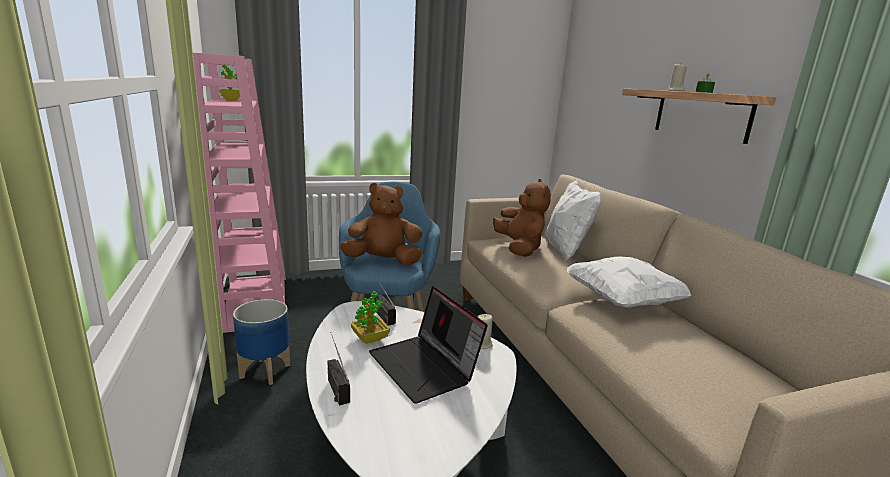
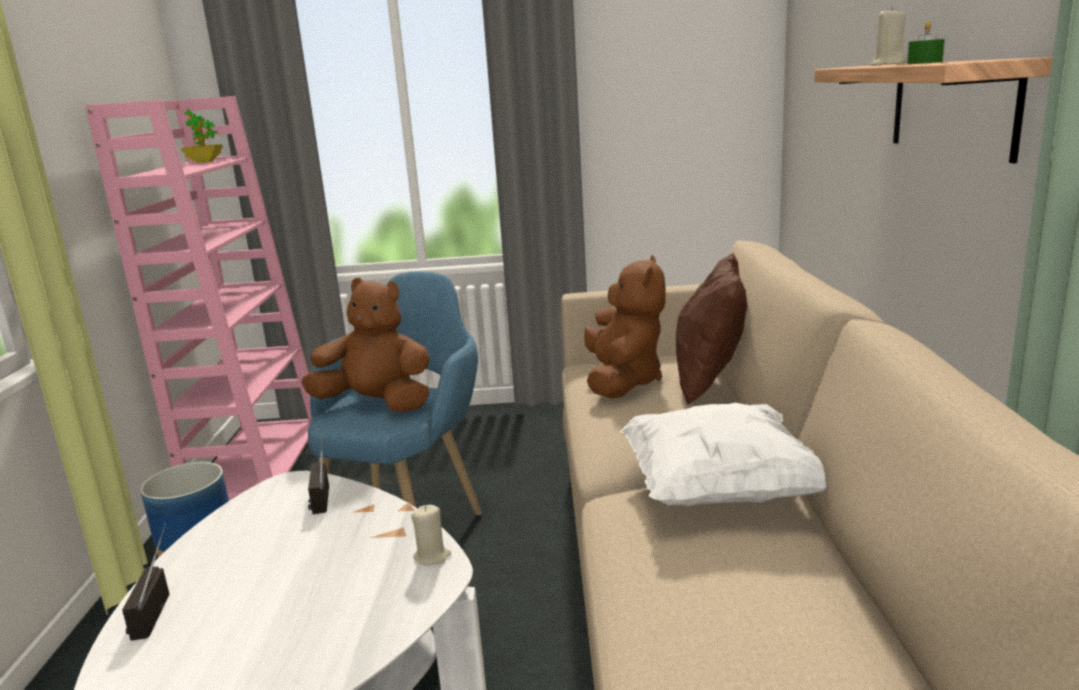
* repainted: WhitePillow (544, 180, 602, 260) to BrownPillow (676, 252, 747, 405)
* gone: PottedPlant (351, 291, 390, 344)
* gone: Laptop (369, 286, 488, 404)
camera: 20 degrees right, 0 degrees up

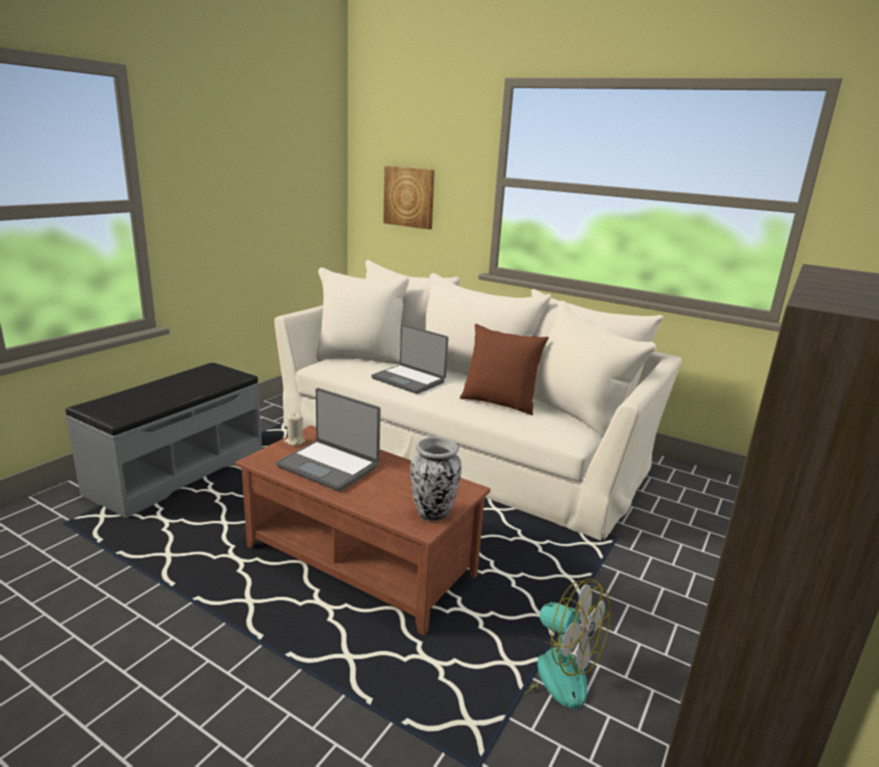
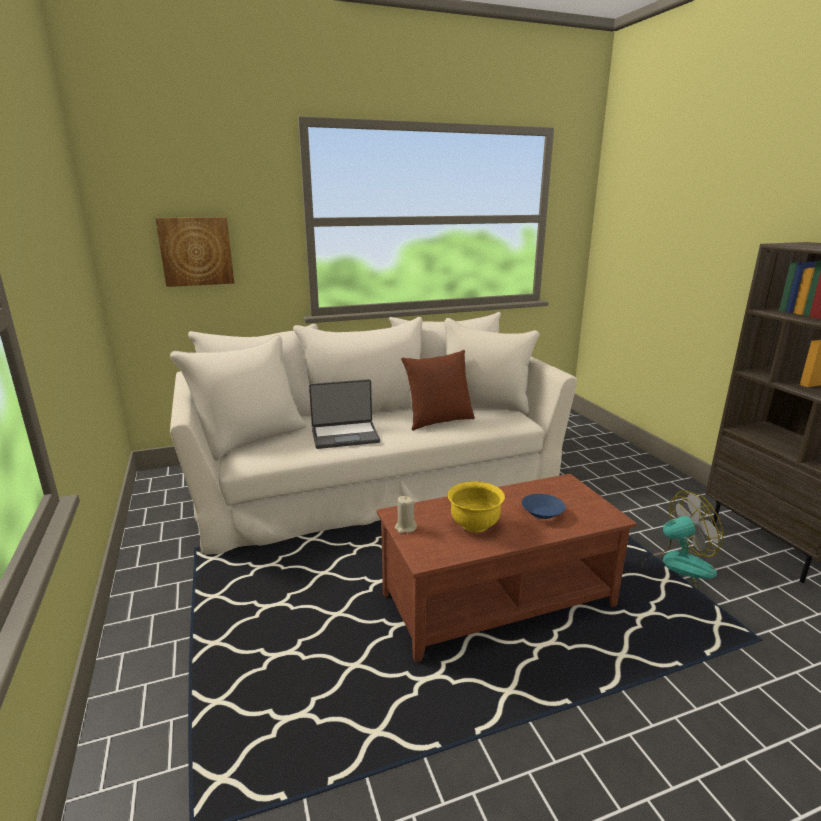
* swapped: Laptop (276, 388, 381, 492) to YellowBowl (448, 481, 505, 533)
* new: BlueBowl (522, 494, 566, 519)
* gone: GreyBench (65, 362, 262, 518)
* gone: Vase (410, 437, 462, 521)
camera: 50 degrees left, 0 degrees up

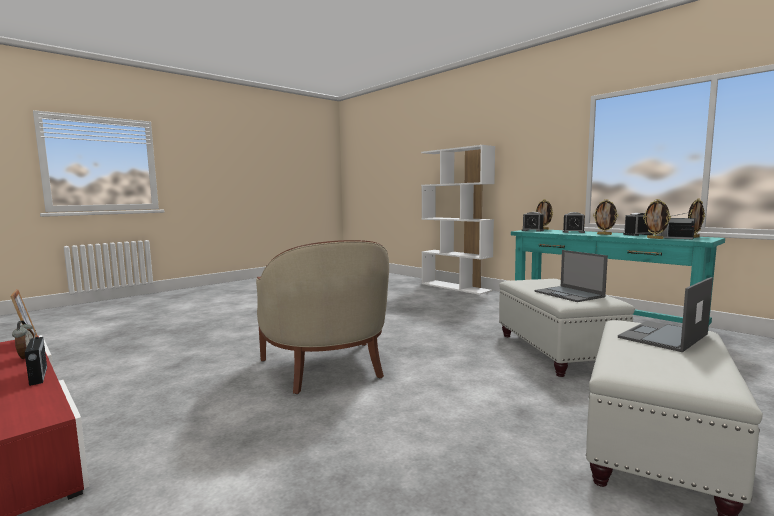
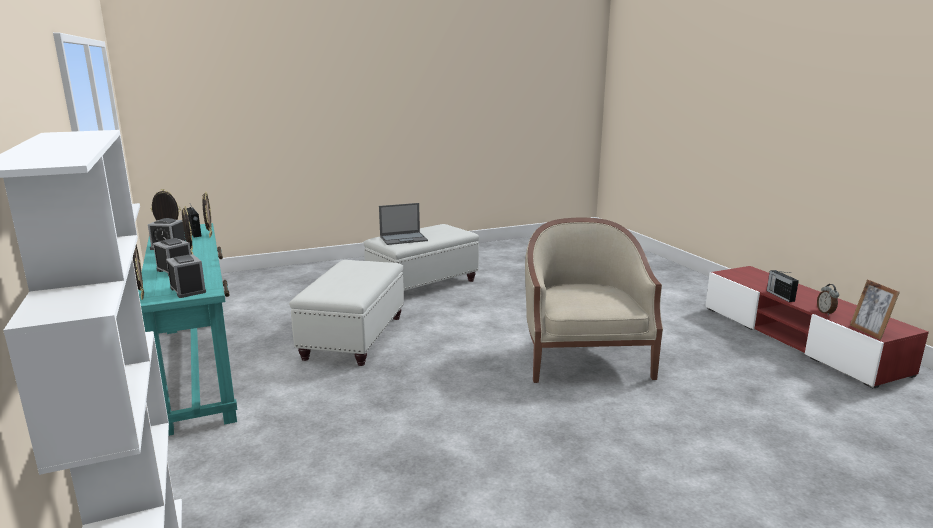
* gone: Laptop (535, 250, 608, 302)
camera: 160 degrees left, 10 degrees up

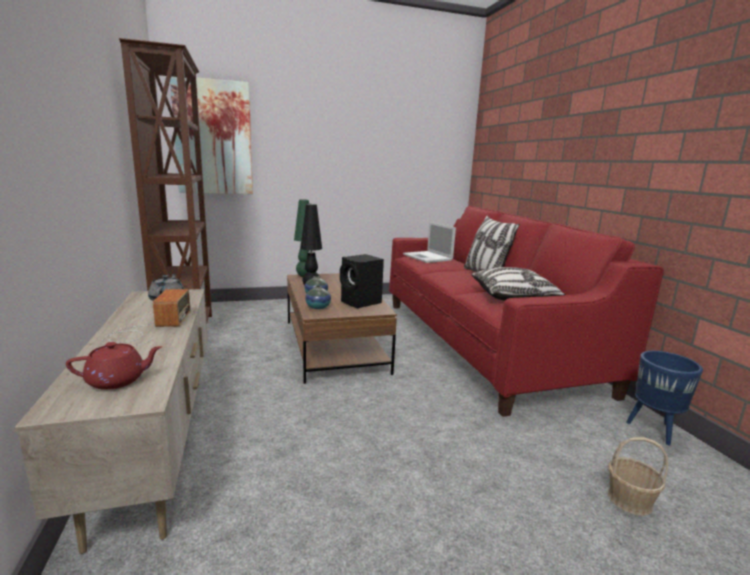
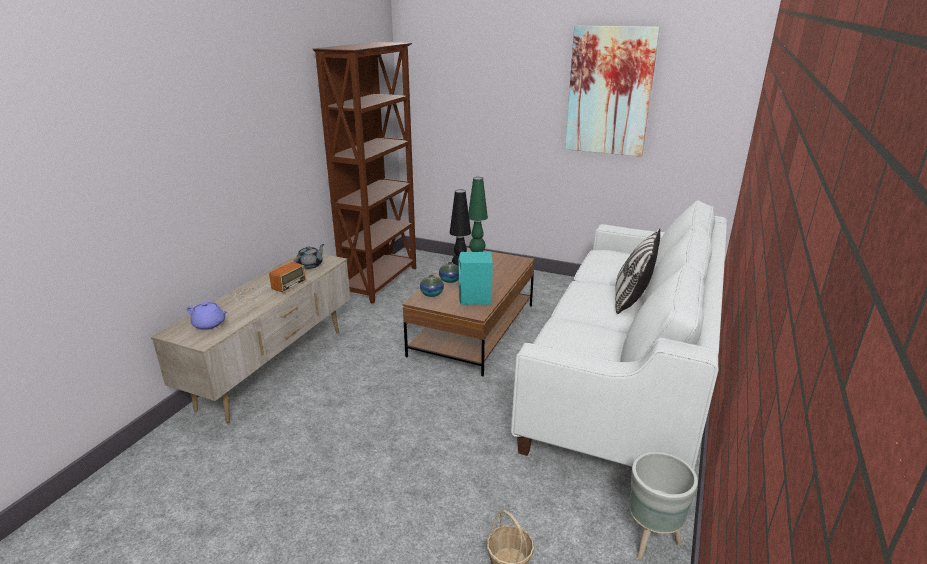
* repainted: RedTeapot (66, 342, 162, 390) to PurpleTeapot (187, 302, 228, 330)
* repainted: BlackSpeaker (340, 254, 384, 308) to TurquoiseSpeaker (459, 252, 493, 305)
* repainted: RedSofa (389, 206, 664, 417) to WhiteSofa (511, 200, 728, 470)
* shifted: Picture (170, 76, 253, 194) to (565, 25, 660, 157)
* repainted: BluePlanter (626, 351, 703, 445) to GreyPlanter (629, 452, 698, 559)
* gone: Laptop (403, 222, 456, 263)
* gone: Pillow (472, 267, 566, 300)
camera: 40 degrees right, 10 degrees up

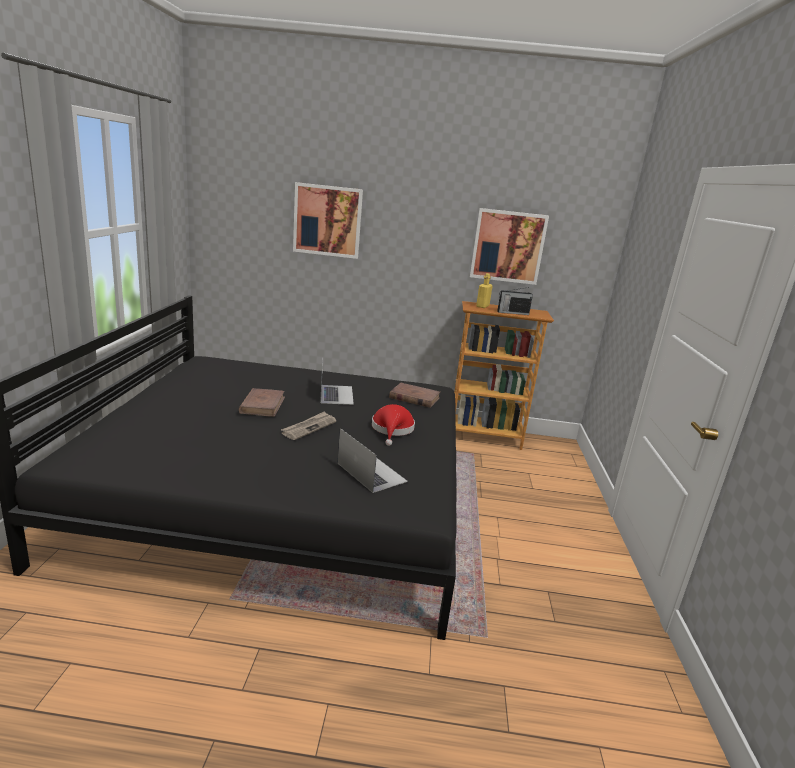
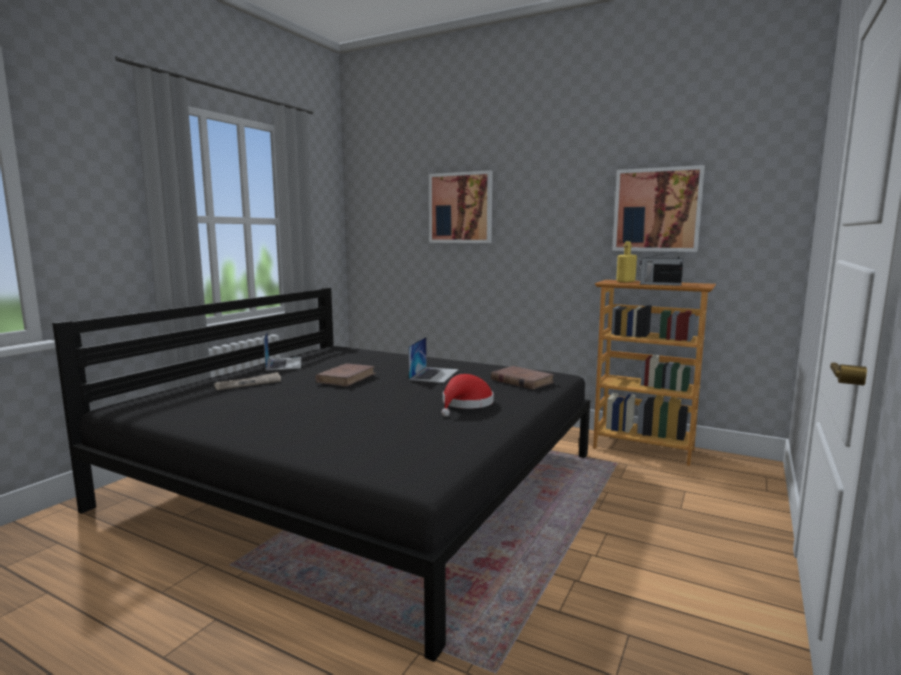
* shifted: Newspaper (281, 411, 336, 440) to (214, 372, 281, 390)
* shifted: Laptop (338, 428, 408, 493) to (264, 331, 301, 371)
camera: 25 degrees right, 10 degrees down

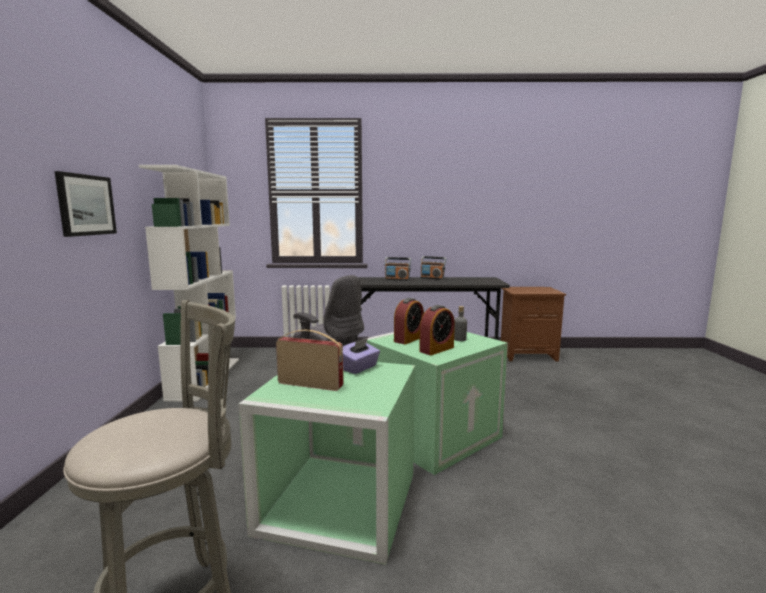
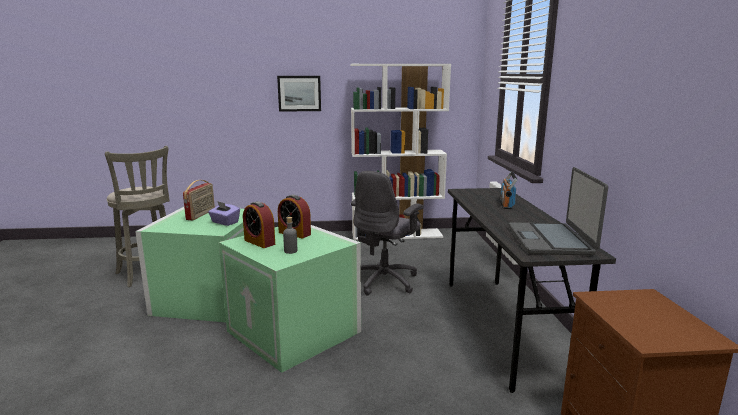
* new: Laptop (508, 167, 608, 256)
* gone: Radio (420, 256, 446, 280)
camera: 85 degrees right, 5 degrees up

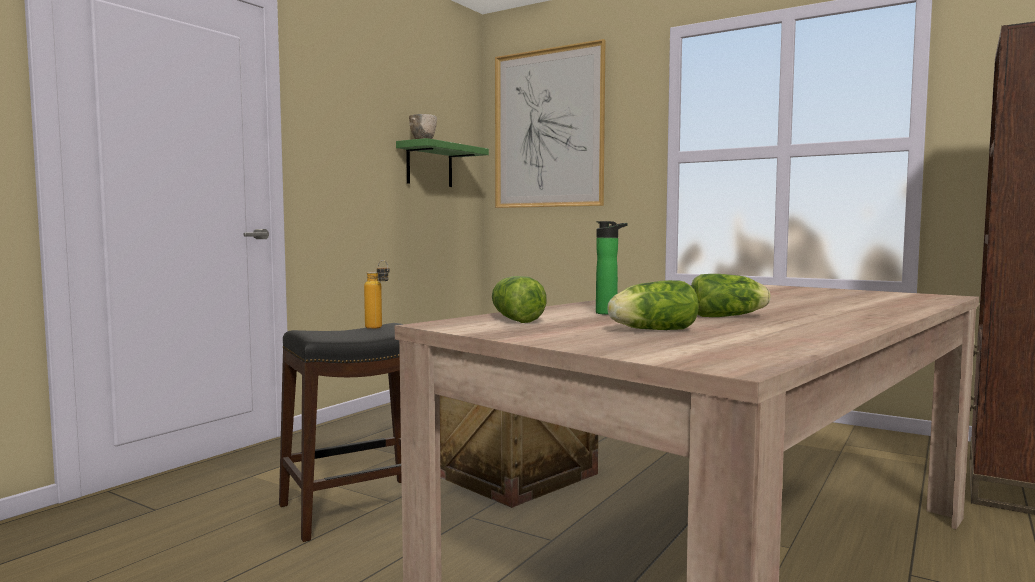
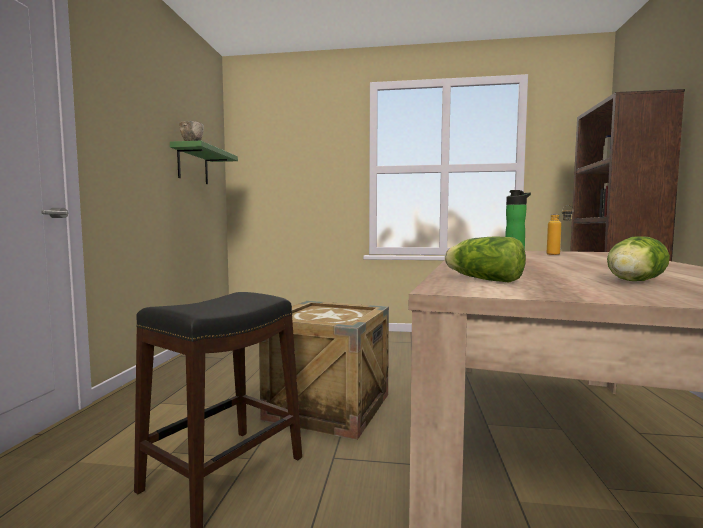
* shifted: Bottle (364, 260, 389, 329) to (547, 205, 573, 255)
* gone: Picture (495, 39, 606, 208)
* gone: Lettuce (691, 274, 771, 317)
camera: 25 degrees left, 0 degrees up

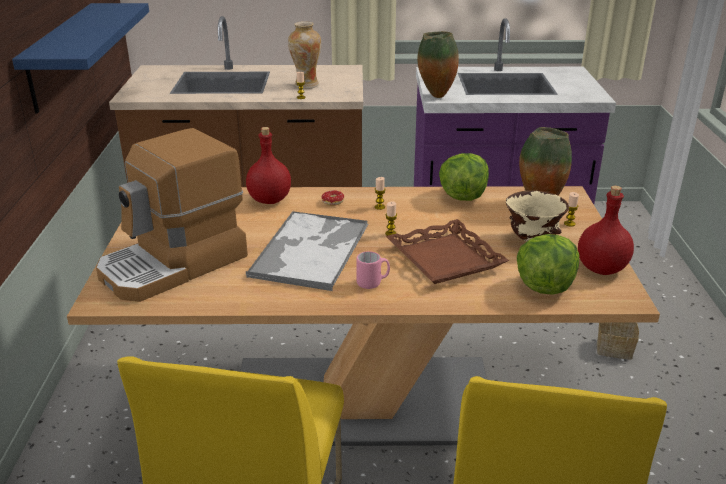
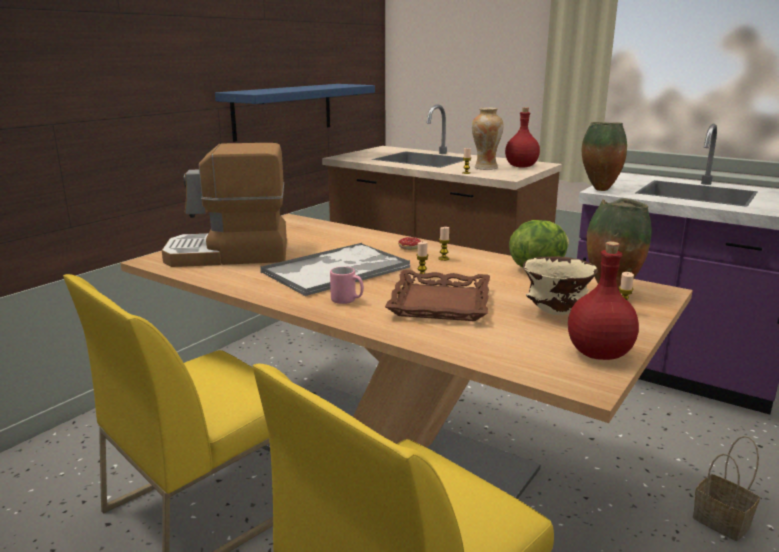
* shifted: RedBottle (246, 127, 291, 204) to (505, 107, 540, 168)
* gone: Lettuce (517, 234, 579, 294)
camera: 35 degrees right, 10 degrees down

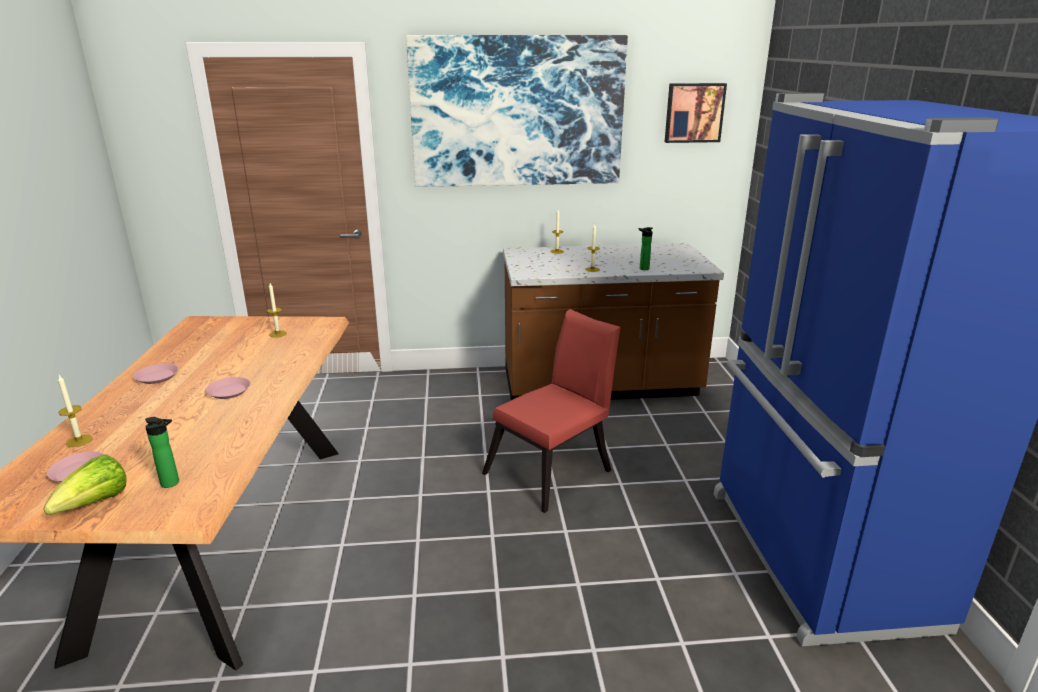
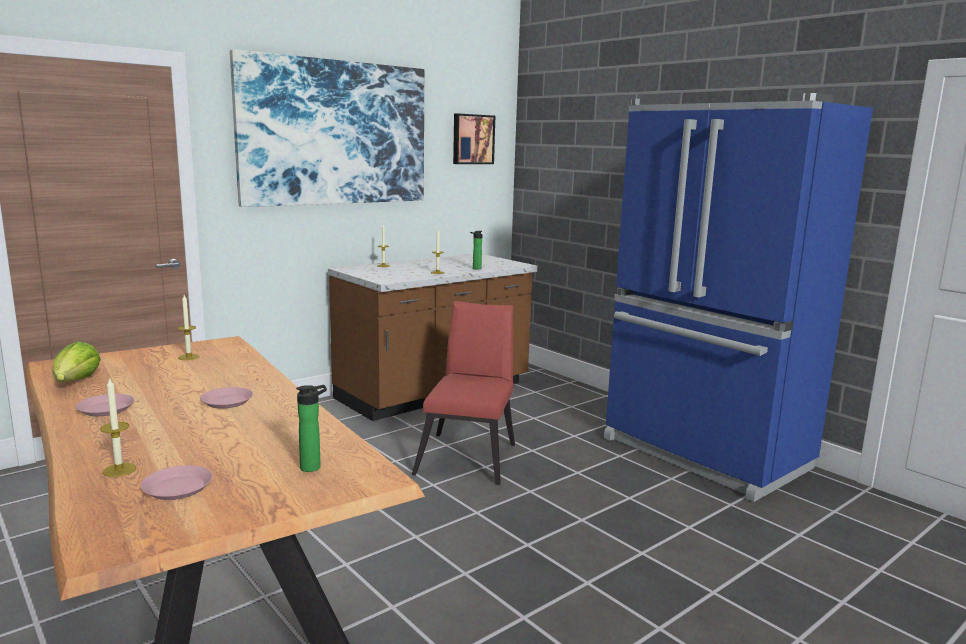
* shifted: Lettuce (44, 454, 127, 515) to (52, 341, 101, 382)
camera: 35 degrees left, 10 degrees down

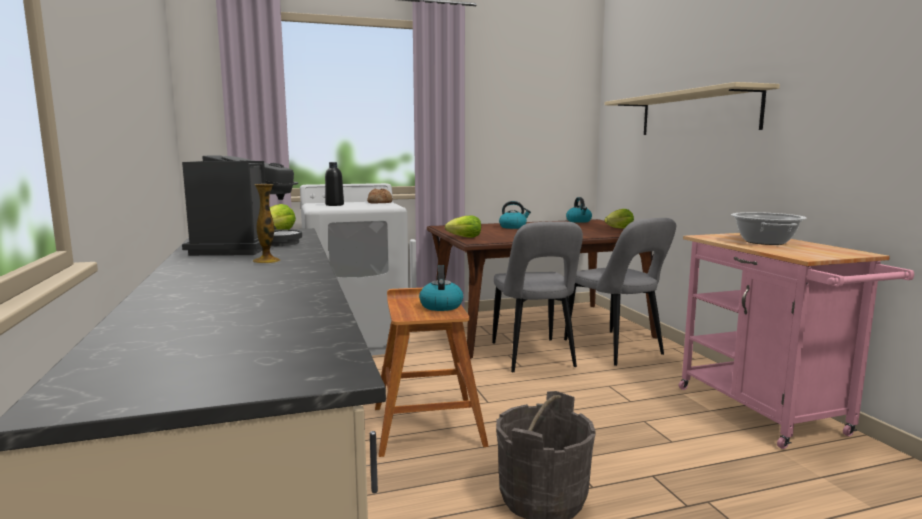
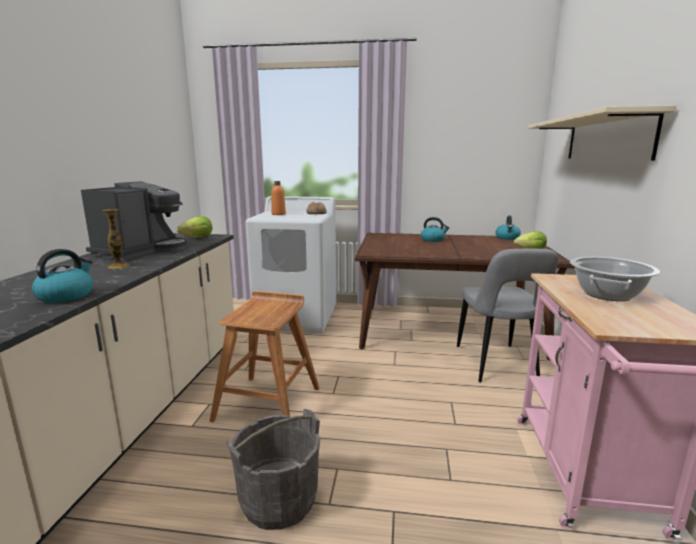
* shifted: Kettle (419, 265, 463, 311) to (32, 249, 93, 303)
* repainted: BlackBottle (325, 162, 344, 206) to OrangeBottle (271, 181, 286, 215)
* gone: Lettuce (445, 215, 481, 238)
* gone: GreyChair (492, 221, 583, 372)
camera: 25 degrees right, 5 degrees up

